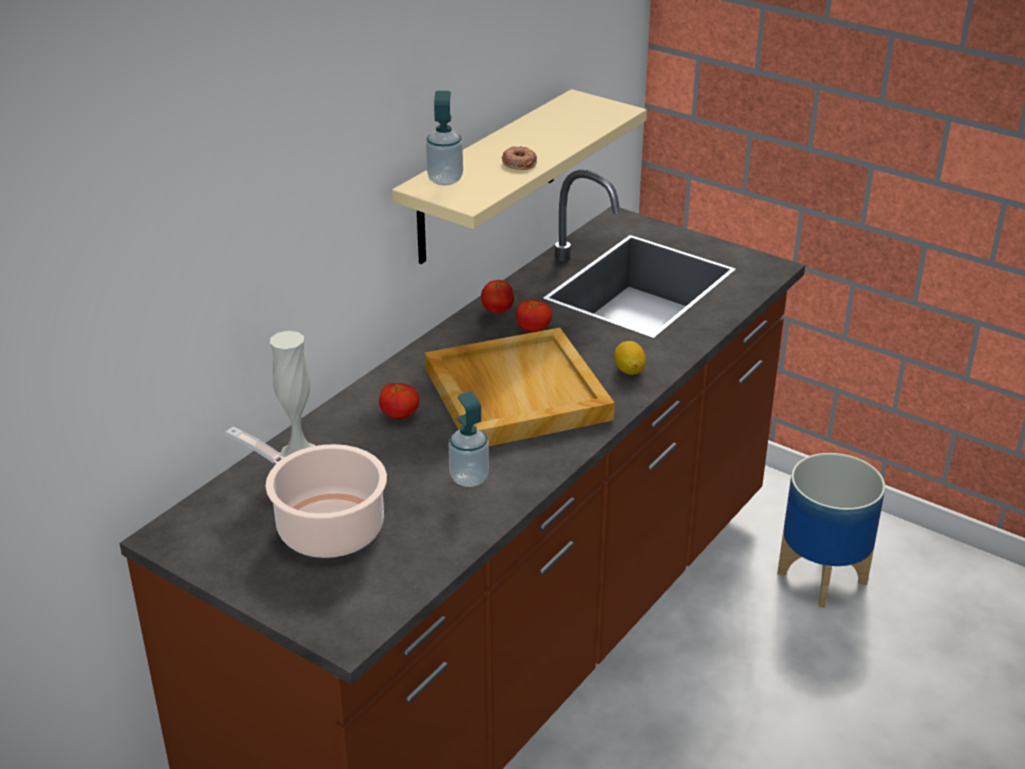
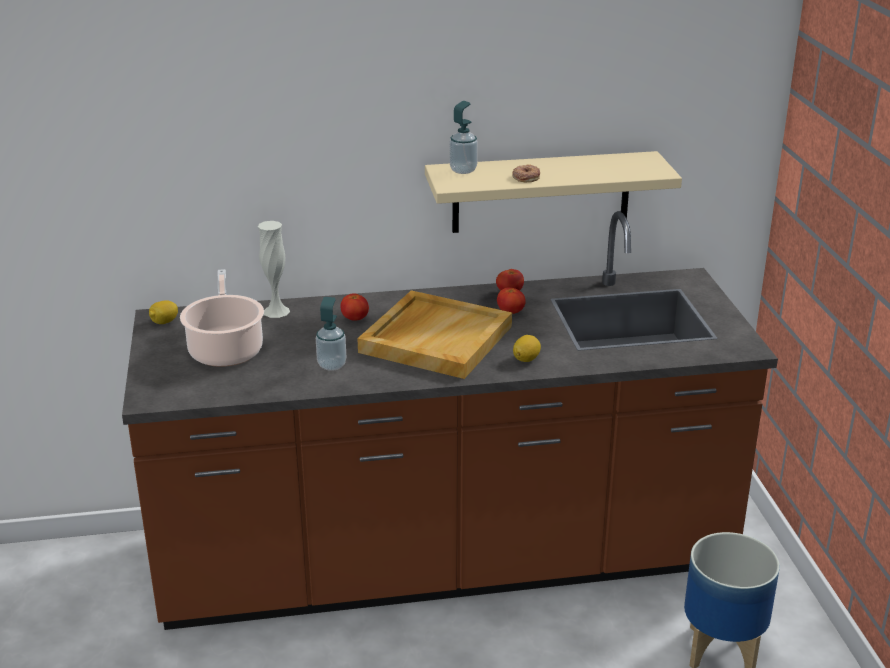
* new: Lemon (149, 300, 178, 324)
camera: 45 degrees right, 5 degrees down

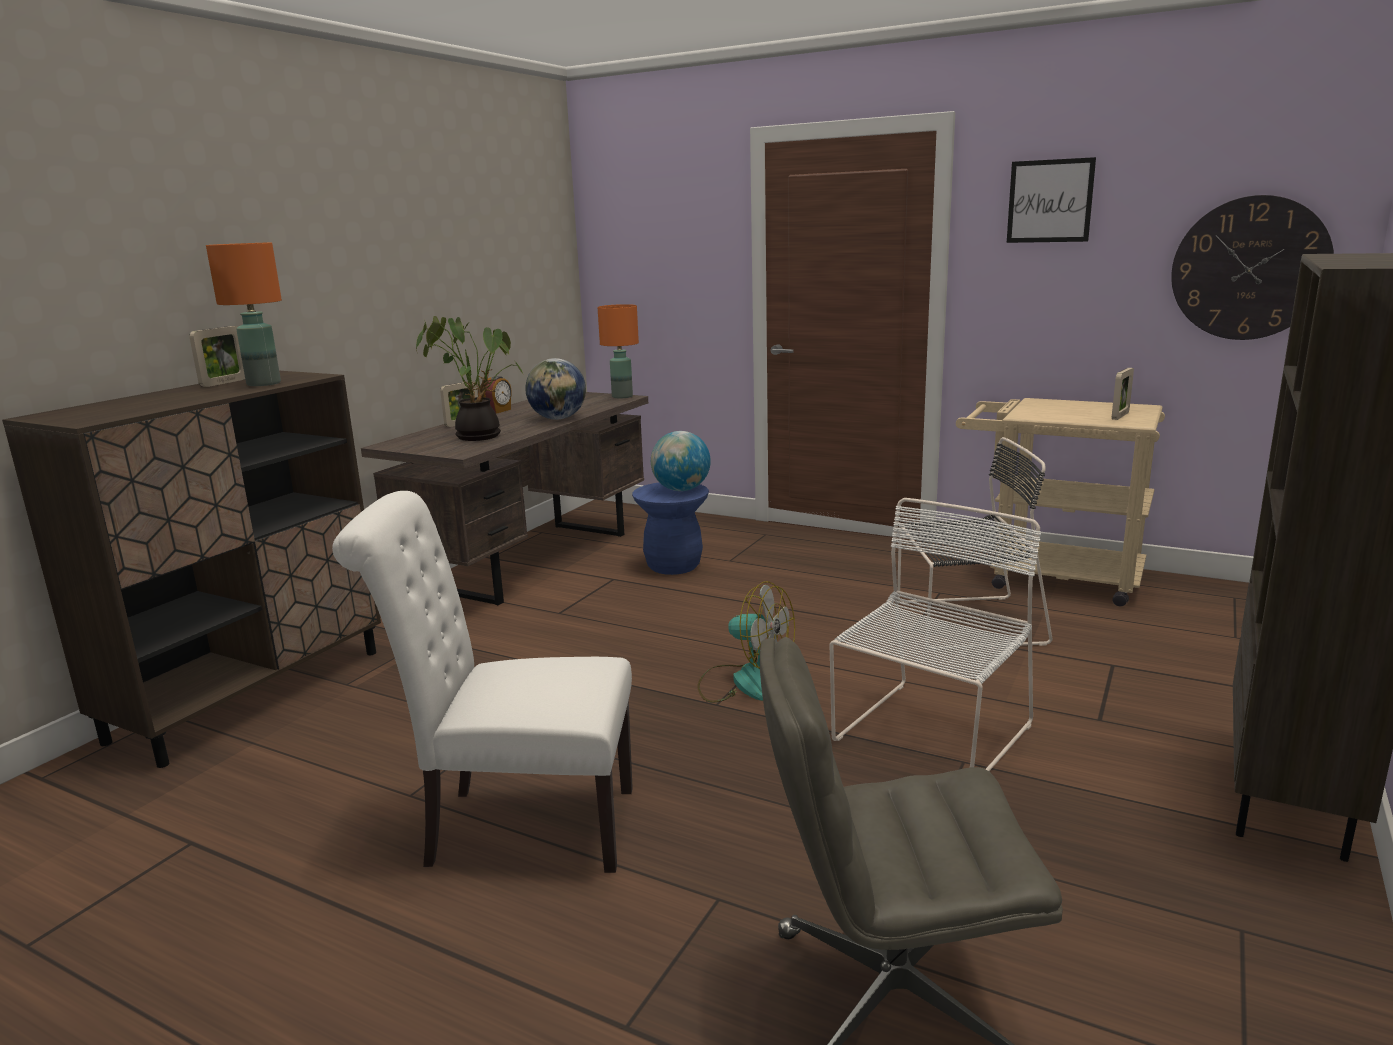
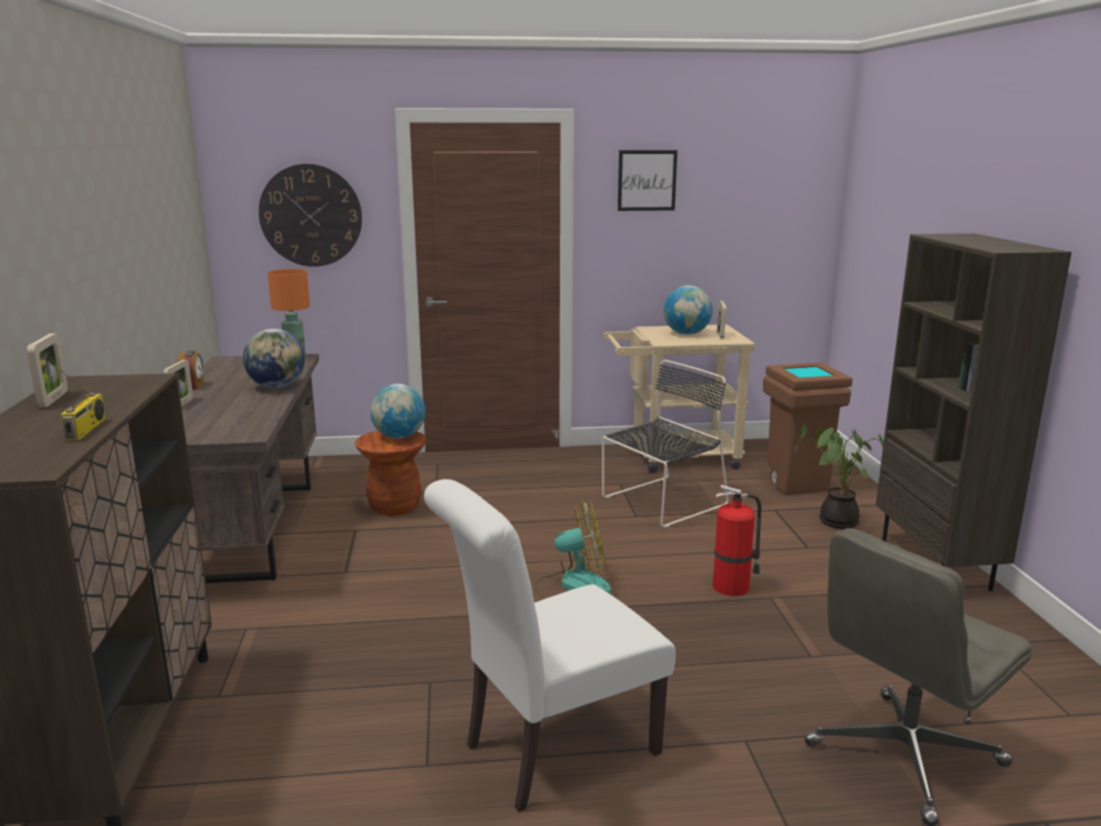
* new: Radio (59, 369, 106, 441)
* shifted: WallClock (1171, 195, 1334, 340) to (259, 164, 362, 267)
* repainted: BlueStool (632, 483, 709, 575) to BrownStool (355, 430, 426, 516)
* new: Globe (663, 285, 713, 335)
* swapped: WhiteChair (830, 498, 1041, 771) to FireExtinguisher (713, 484, 761, 596)
* new: BrownTrashCan (763, 362, 853, 495)
* shifted: PottedPlant (416, 316, 523, 441) to (795, 425, 884, 529)
* gone: OrangeTableLamp (206, 242, 282, 386)
camera: 35 degrees left, 0 degrees up

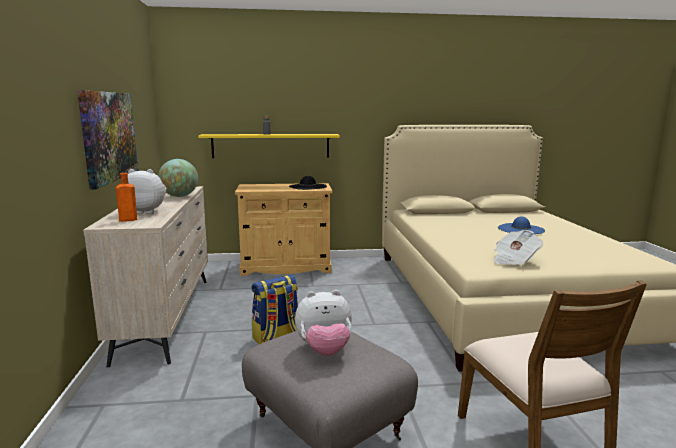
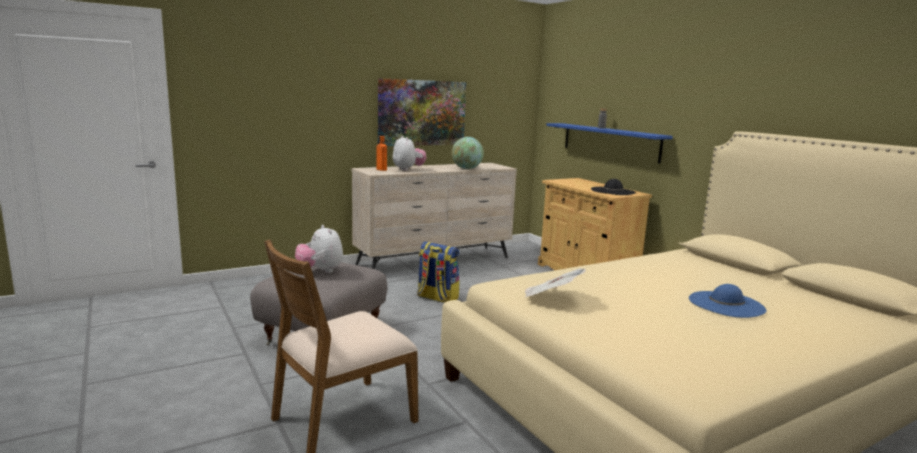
* repainted: YellowShelf (198, 134, 340, 158) to BlueShelf (546, 123, 673, 164)
camera: 65 degrees right, 0 degrees up

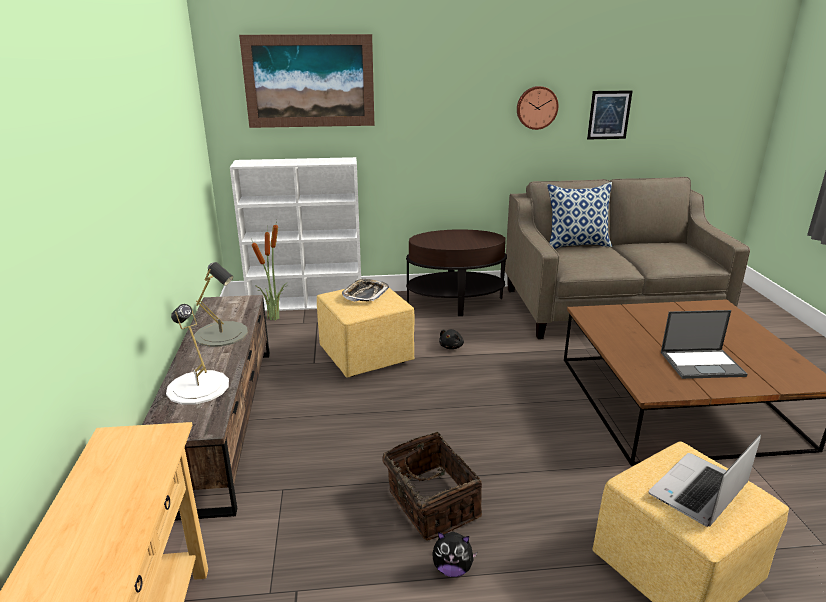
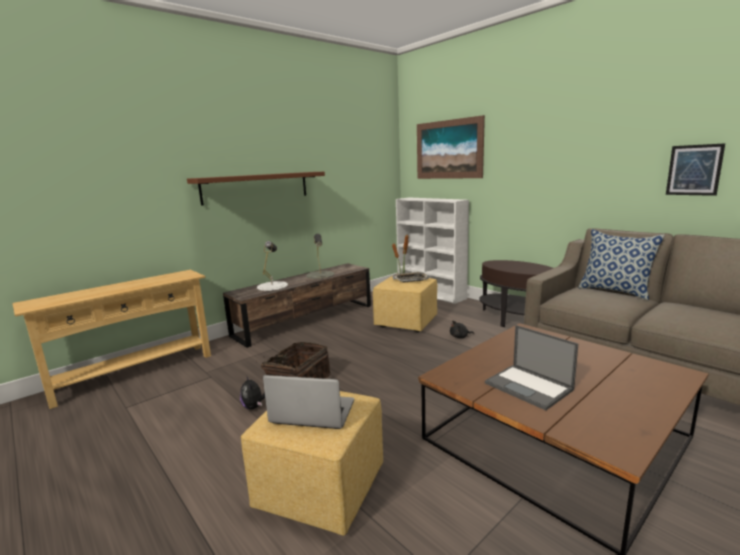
* new: BrownShelf (187, 172, 325, 206)
* gone: WallClock (517, 86, 558, 130)
camera: 55 degrees right, 10 degrees down

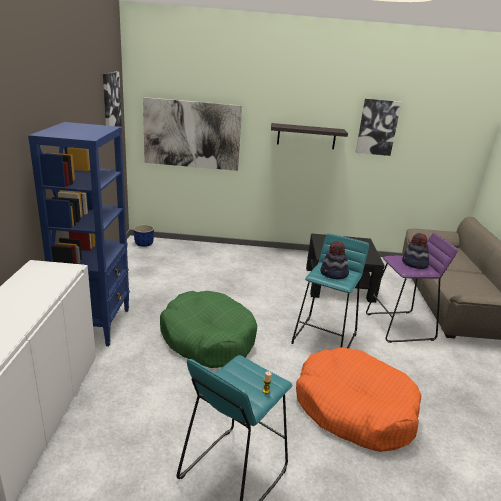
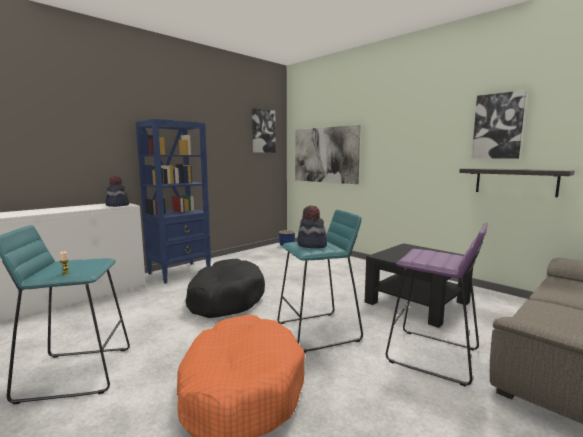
* shifted: Hat (402, 233, 429, 269) to (105, 176, 129, 207)
* repainted: GreenDogBed (160, 291, 257, 368) to BlackDogBed (186, 259, 265, 318)
* shifted: Shelf (271, 123, 348, 149) to (459, 168, 575, 197)
camera: 45 degrees right, 15 degrees down

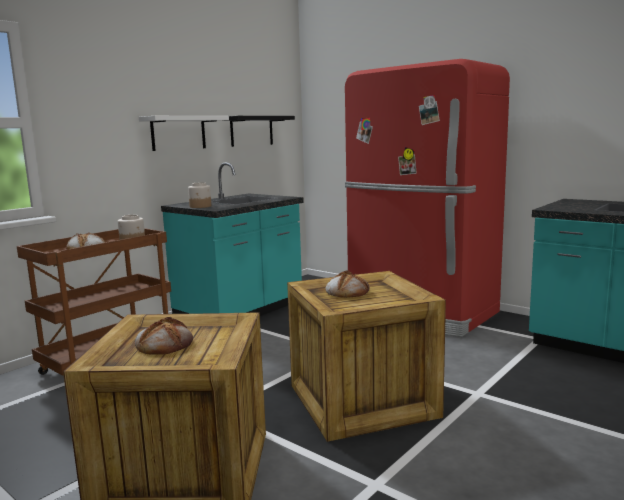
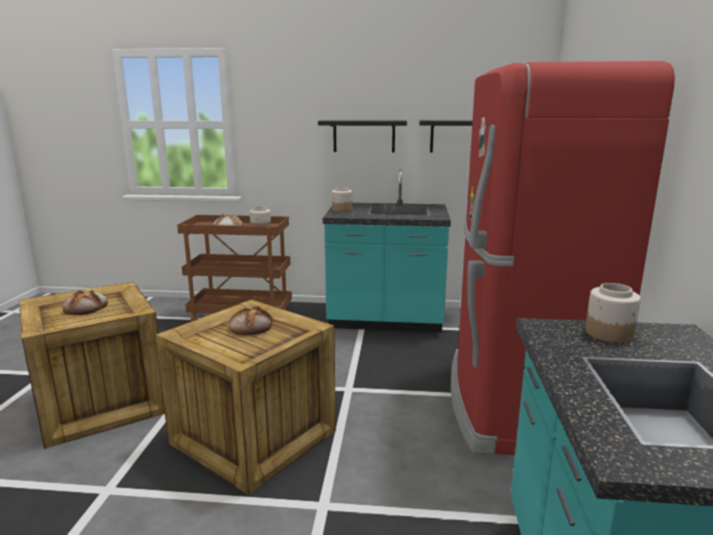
* repainted: WhiteShelf (139, 116, 229, 151) to BlackShelf (318, 120, 407, 152)
* new: Jar (585, 283, 641, 343)
camera: 55 degrees right, 5 degrees up

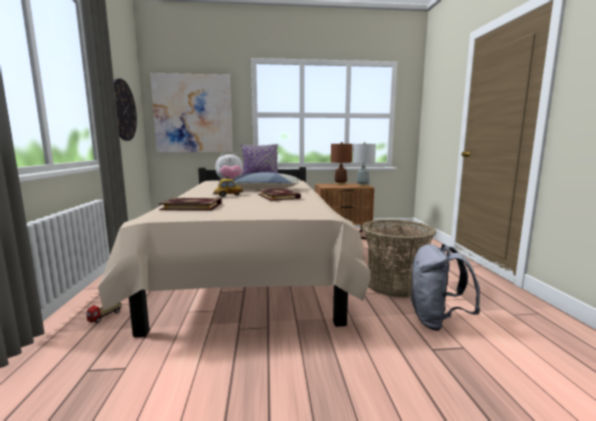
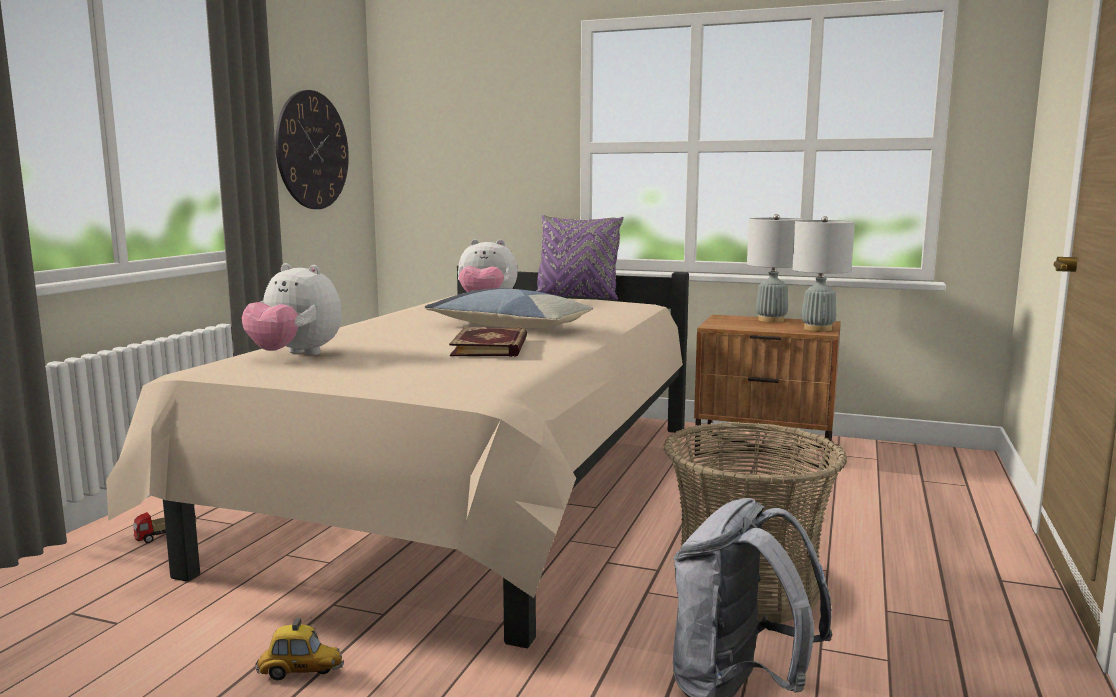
* swapped: Book (158, 198, 221, 211) to PlushToy (242, 263, 342, 355)
* shifted: ToyCar (213, 176, 243, 197) to (256, 618, 344, 680)
* repainted: BrownTableLamp (331, 142, 353, 185) to GreyTableLamp (747, 214, 804, 323)
* gone: Picture (150, 73, 233, 152)
camera: 25 degrees right, 0 degrees up

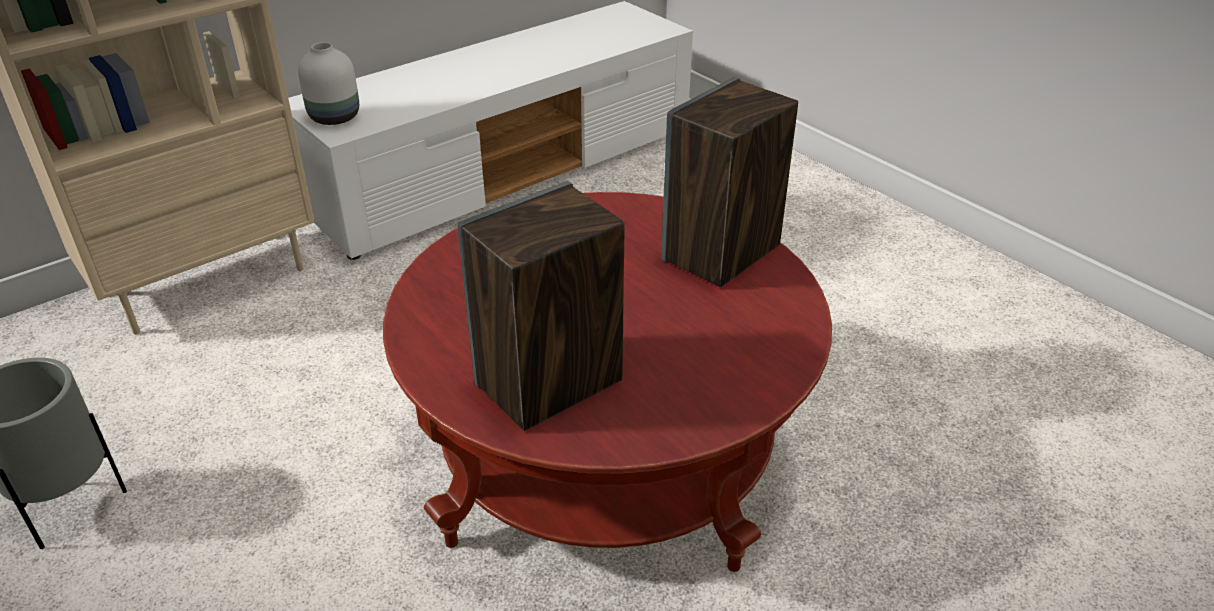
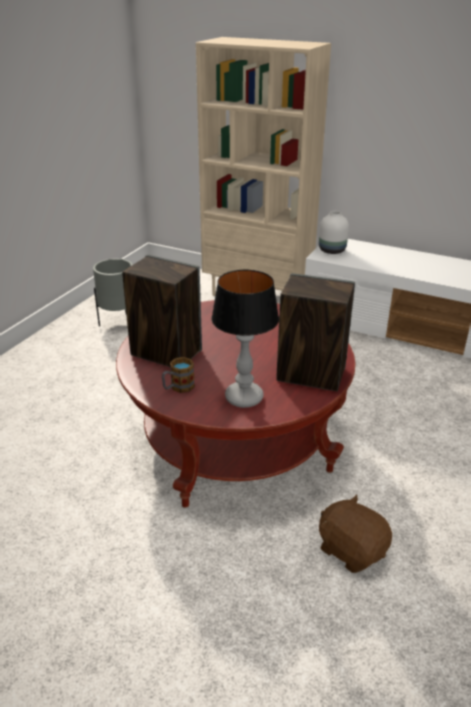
* new: Mug (162, 357, 195, 393)
* new: TableLamp (211, 269, 279, 408)
* new: BrownPlushToy (319, 494, 392, 573)
camera: 65 degrees right, 5 degrees down

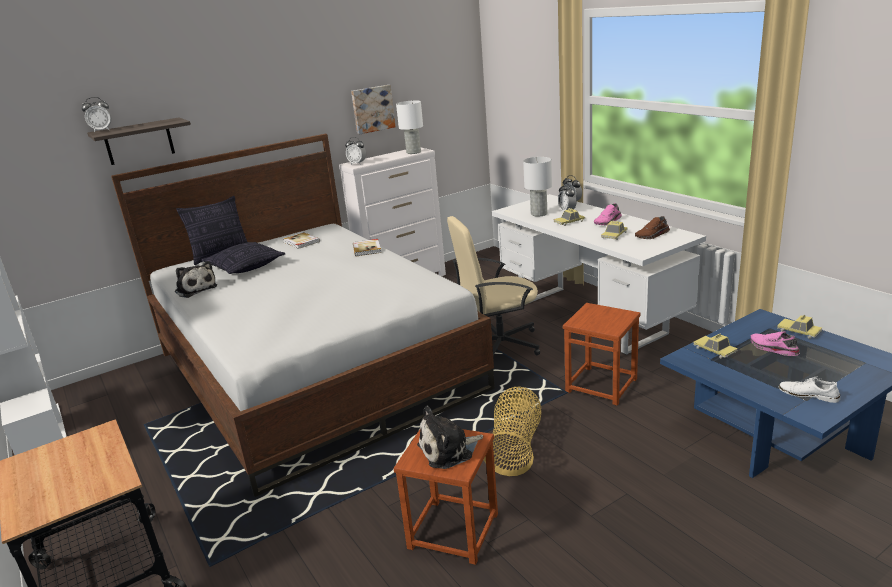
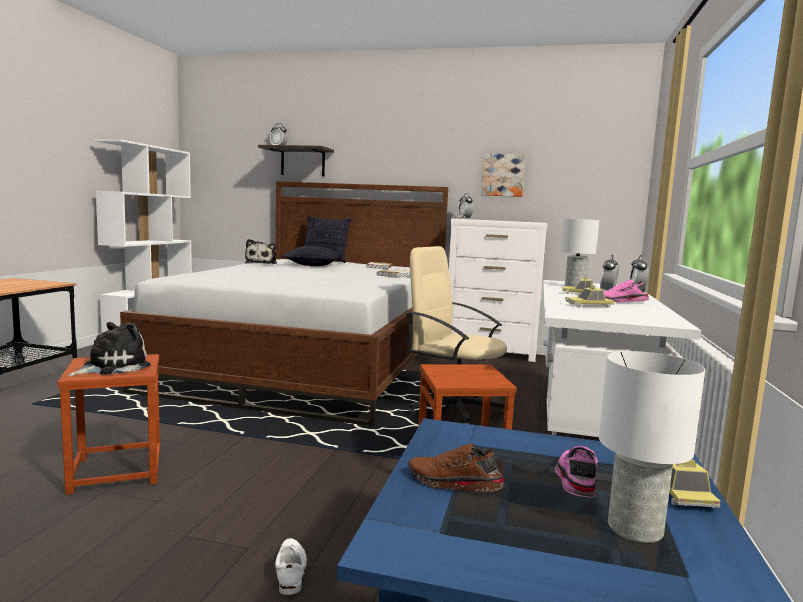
* rotated: PlushToy (417, 406, 483, 469) = (68, 322, 151, 376) 105 degrees clockwise
* shifted: WhiteShoe (779, 376, 840, 403) to (275, 538, 307, 595)
* shifted: BrownShoe (635, 216, 670, 239) to (408, 443, 505, 492)
* shifted: WhiteTableLamp (396, 100, 423, 154) to (599, 351, 705, 543)
* gone: Basket (484, 386, 541, 476)
* gone: ToyCar (694, 334, 738, 358)
camera: 45 degrees right, 15 degrees down

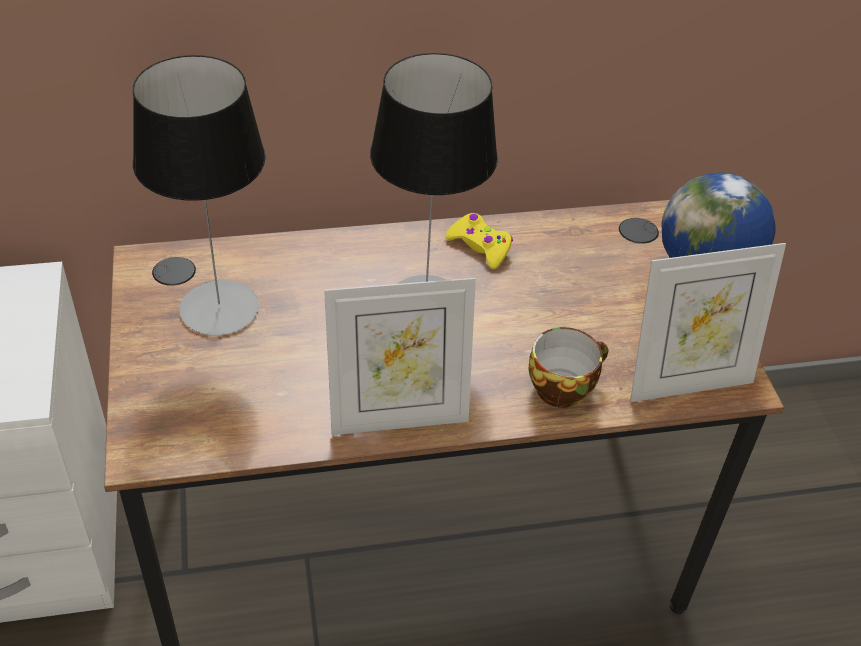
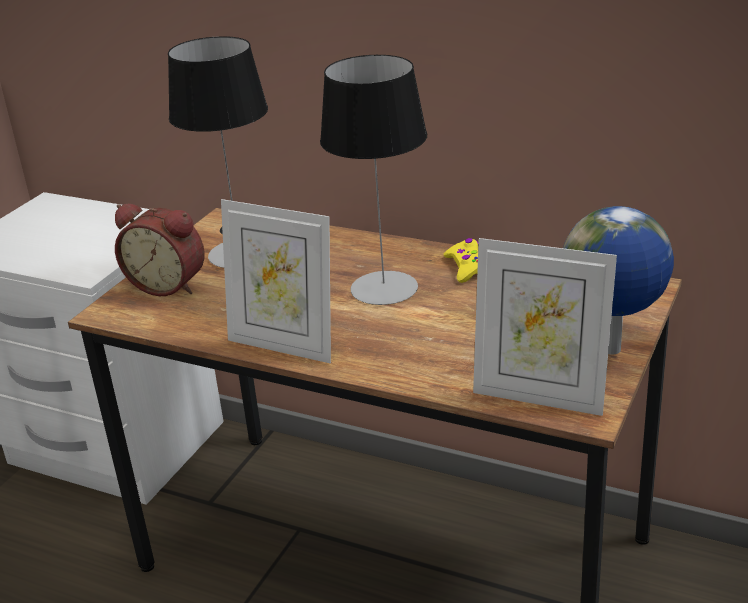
* new: AlarmClock (115, 204, 205, 296)
* gone: Cup (528, 327, 608, 408)
camera: 40 degrees right, 15 degrees down

